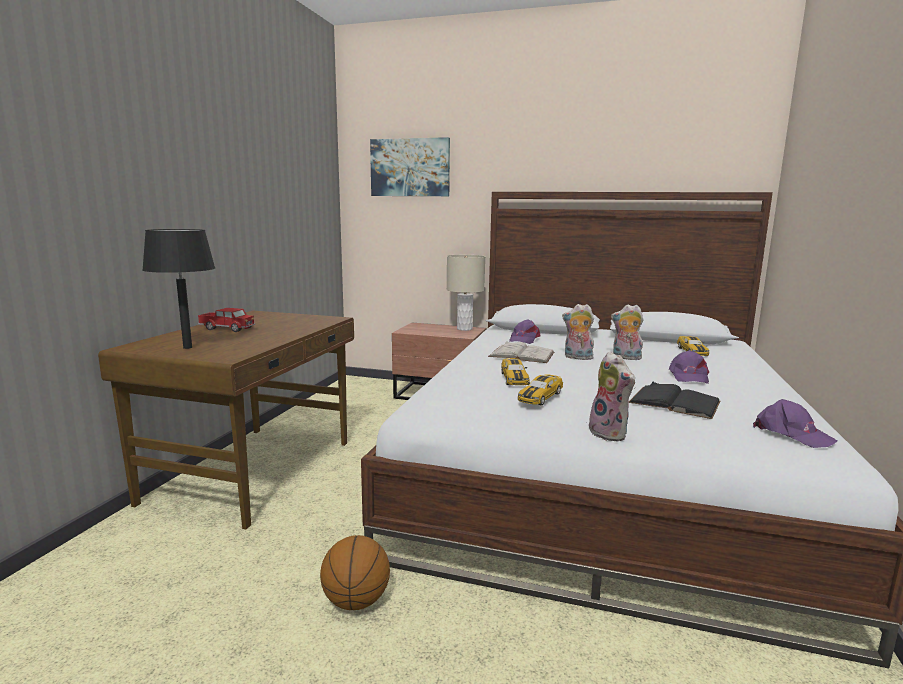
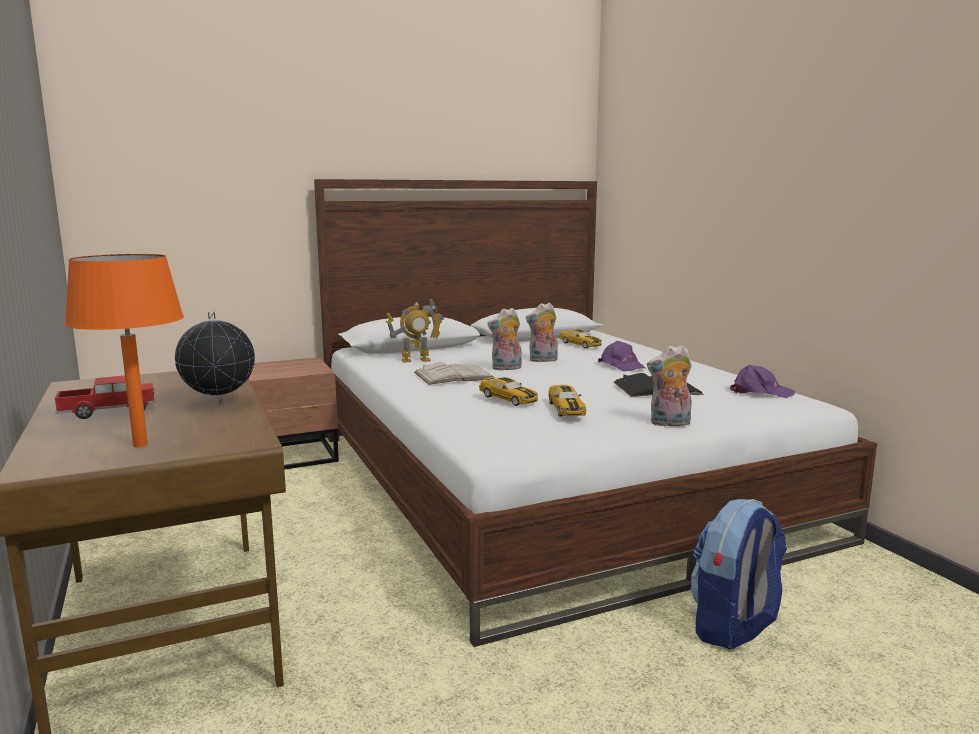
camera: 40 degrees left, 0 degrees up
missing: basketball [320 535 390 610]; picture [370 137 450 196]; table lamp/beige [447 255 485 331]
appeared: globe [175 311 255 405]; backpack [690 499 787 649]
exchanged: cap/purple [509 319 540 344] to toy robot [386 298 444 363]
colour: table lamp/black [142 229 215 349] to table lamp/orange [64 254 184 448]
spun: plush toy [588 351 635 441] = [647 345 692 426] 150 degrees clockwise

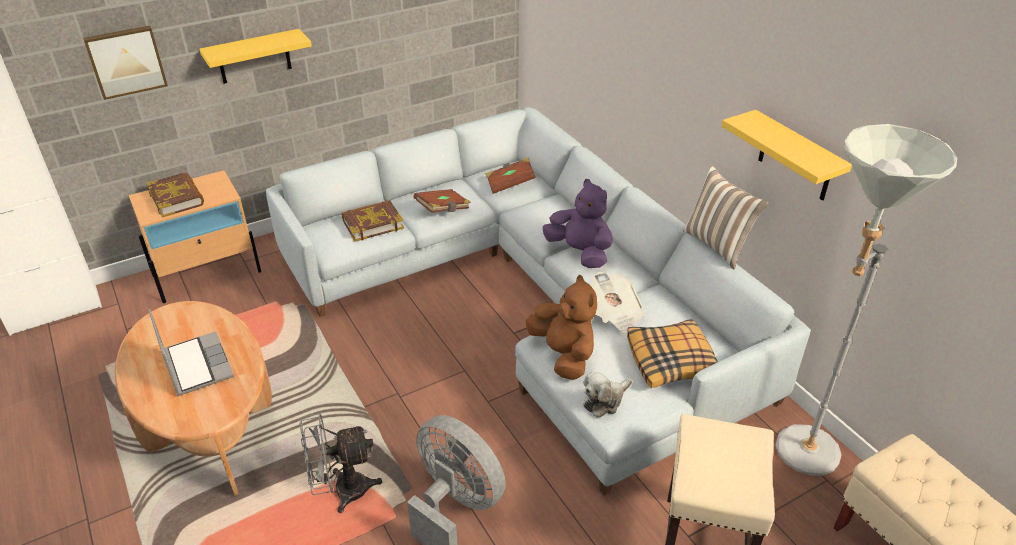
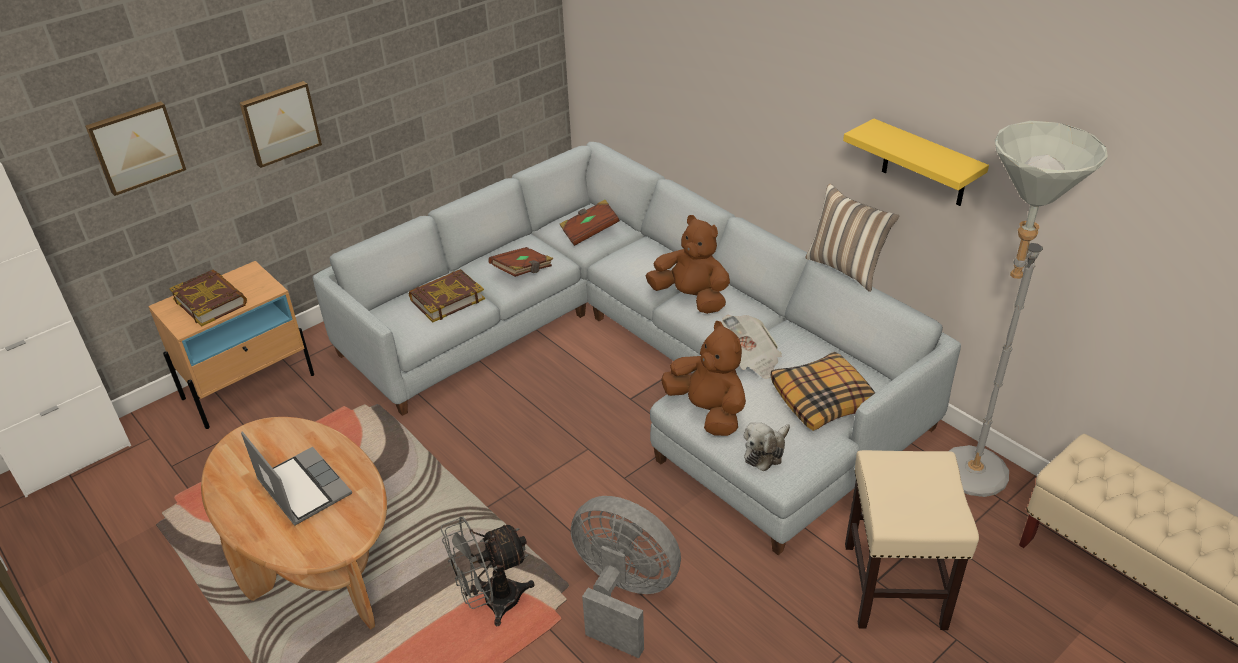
camera: 10 degrees left, 0 degrees up
exchanged: shelf/yellow [199 29 312 84] to picture [240 81 322 168]
colour: plush toy/purple [542 179 613 268] to plush toy/brown [645 215 730 314]

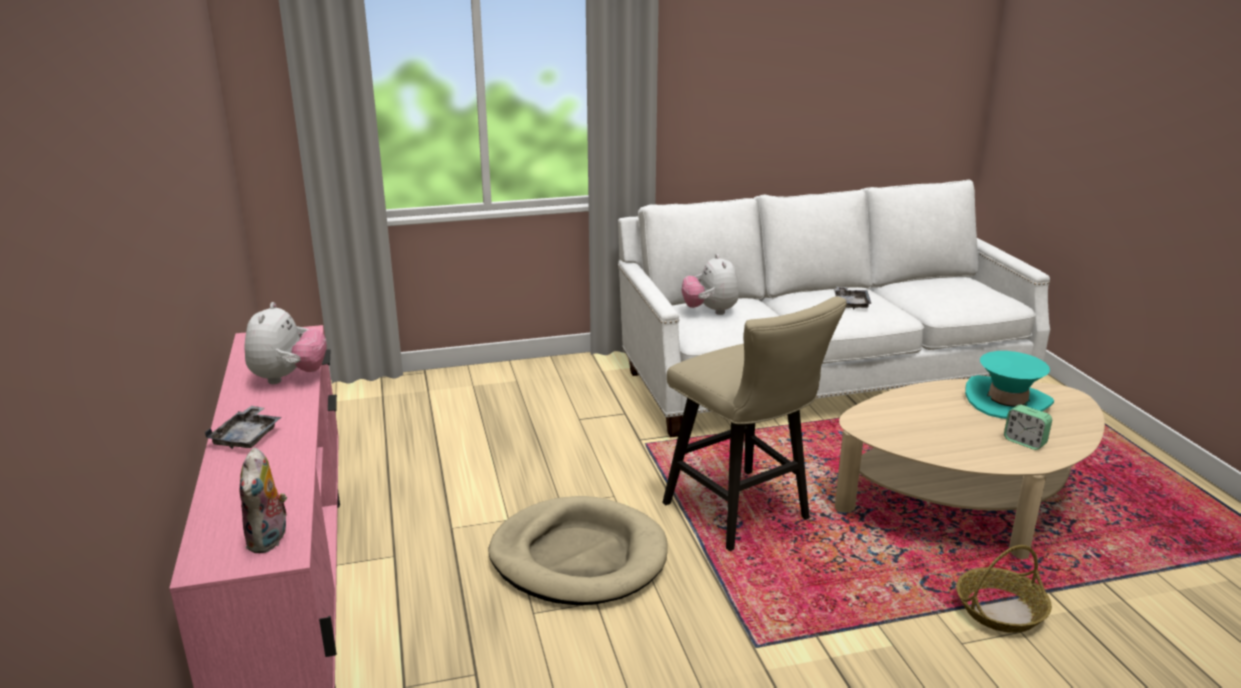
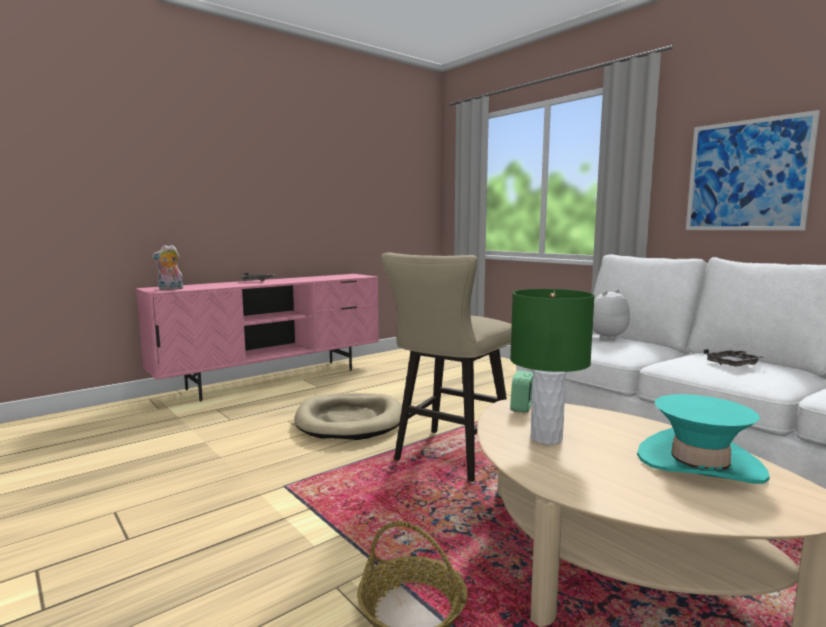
camera: 65 degrees right, 15 degrees down
missing: plush toy [244 302 327 384]
appeared: table lamp/green [510 289 595 445]; picture [686 110 820 231]
relocated: alarm clock [1004 405 1052 450] to [510 370 533 413]

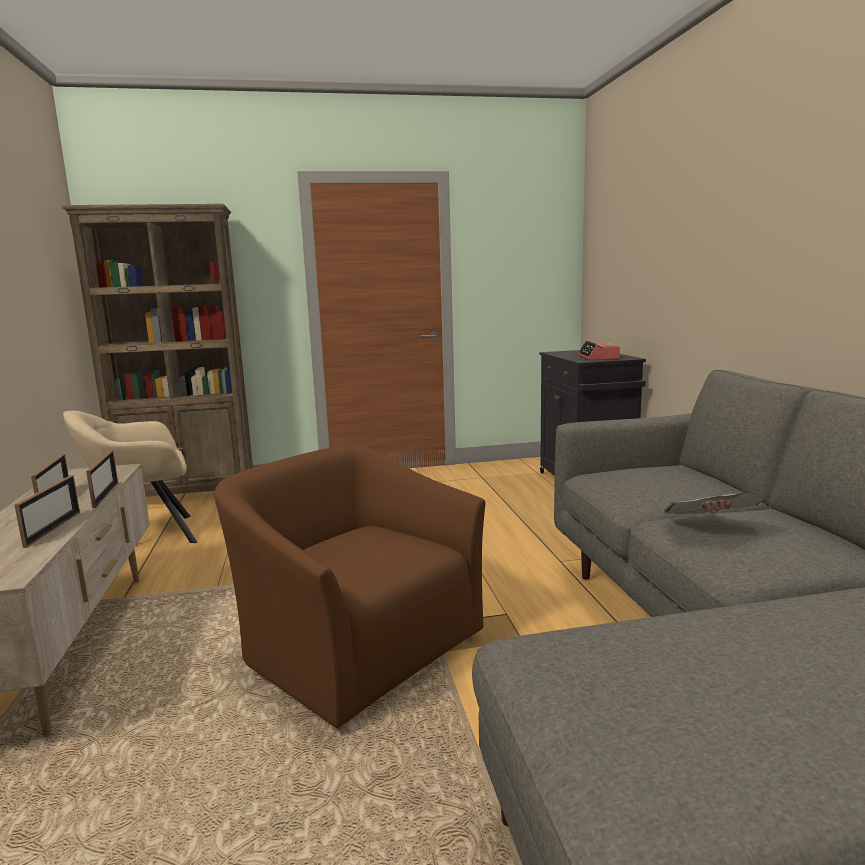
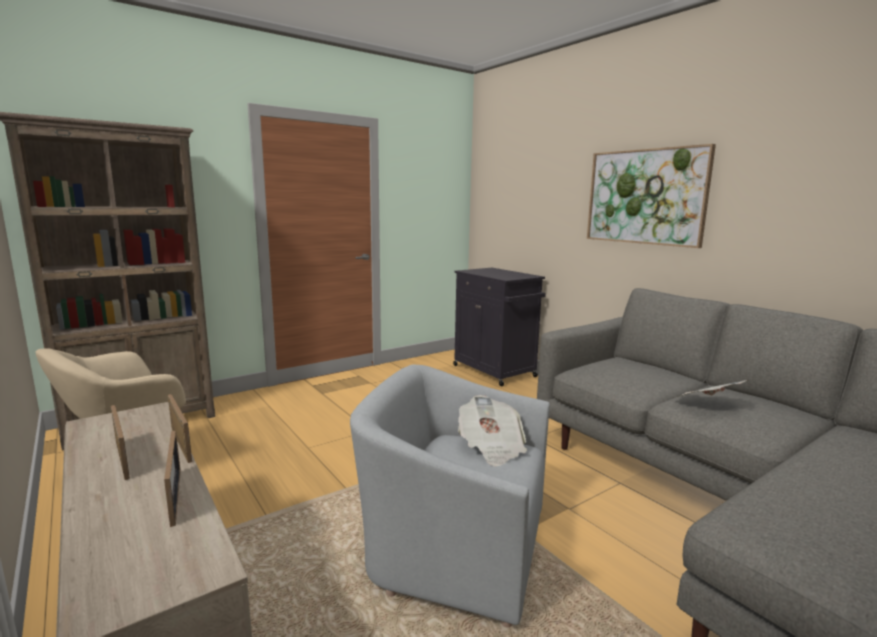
camera: 25 degrees left, 0 degrees up
missing: alarm clock [578 341 620 360]
appeared: newspaper [458 395 527 467]; picture [587 144 716 248]
colour: armchair/brown [214 444 485 731] to armchair/grey [350 364 550 628]

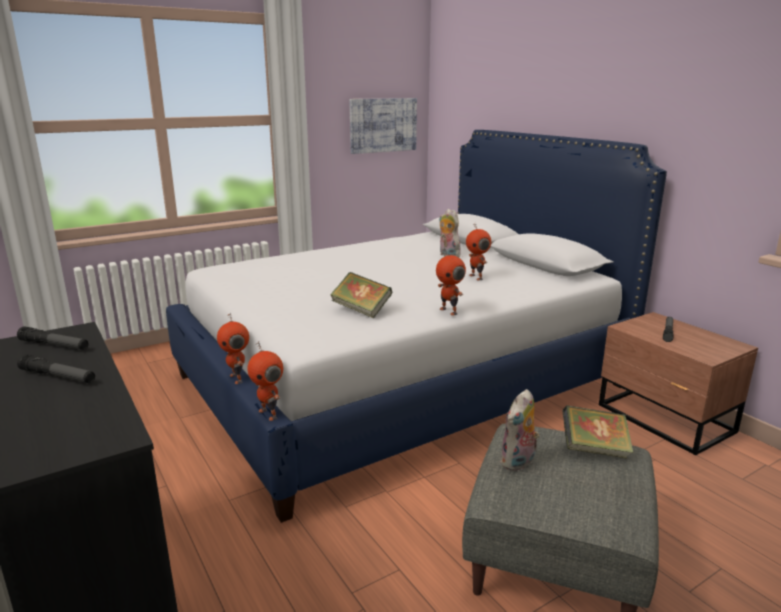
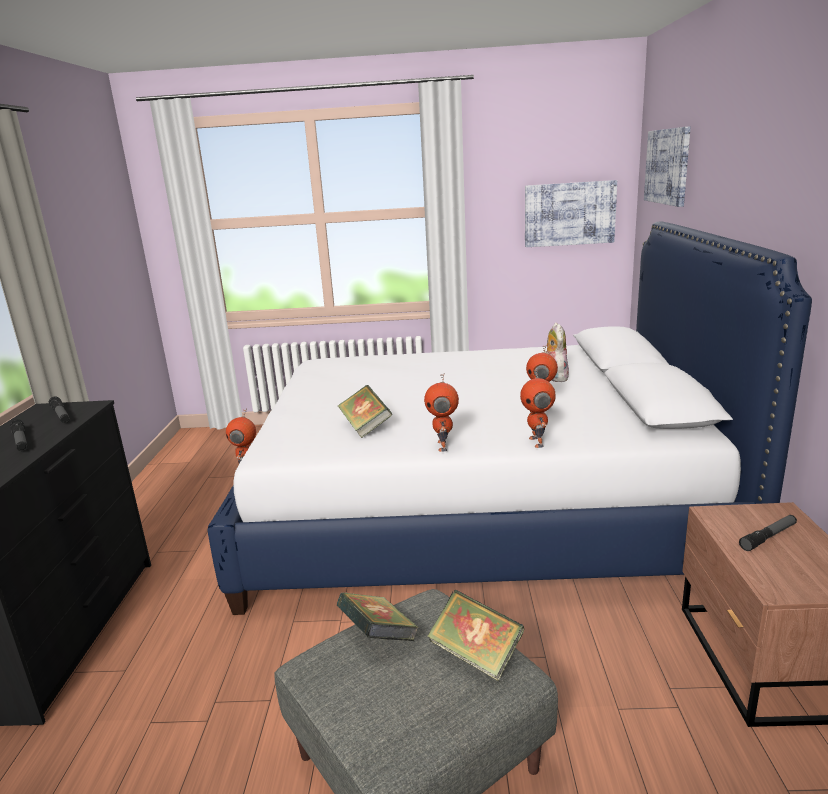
camera: 35 degrees right, 0 degrees up
appeared: picture [644 126 691 207]
relocated: toy robot [247 342 283 421] to [520 370 556 448]
exchanged: plush toy [500 389 540 471] to book [336 592 419 641]

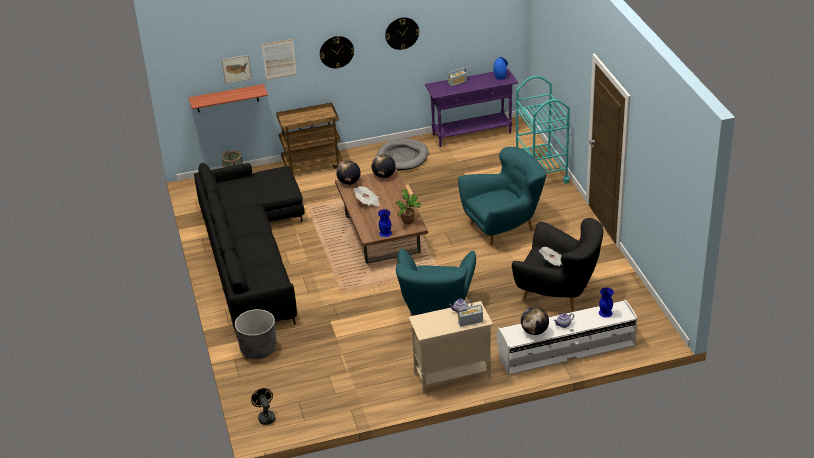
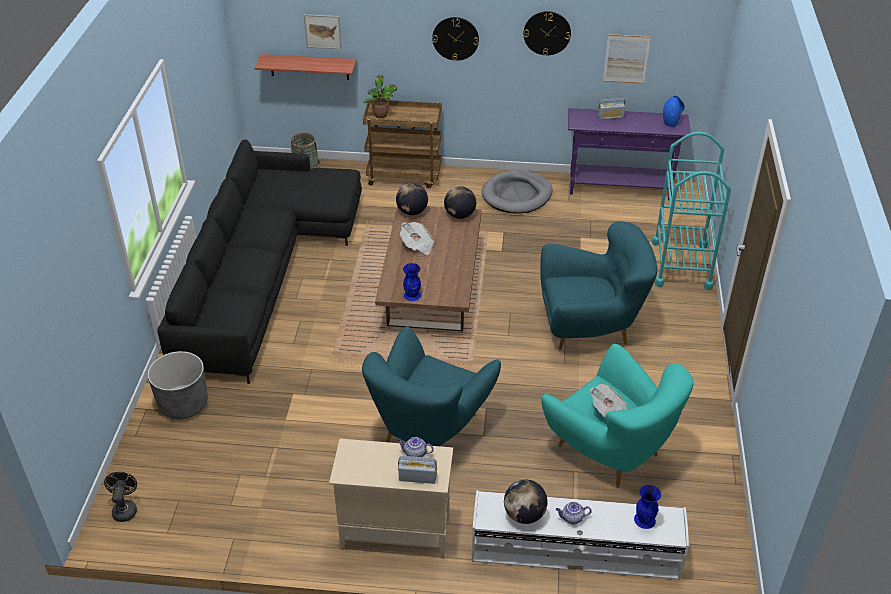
camera: 20 degrees right, 5 degrees up
relocated: potted plant [395 189 421 224] to [363 75 397 118]; picture [262 39 297 80] to [603 34 651 84]
colour: armchair/black [512 218 603 311] to armchair/turquoise [541 344 693 488]

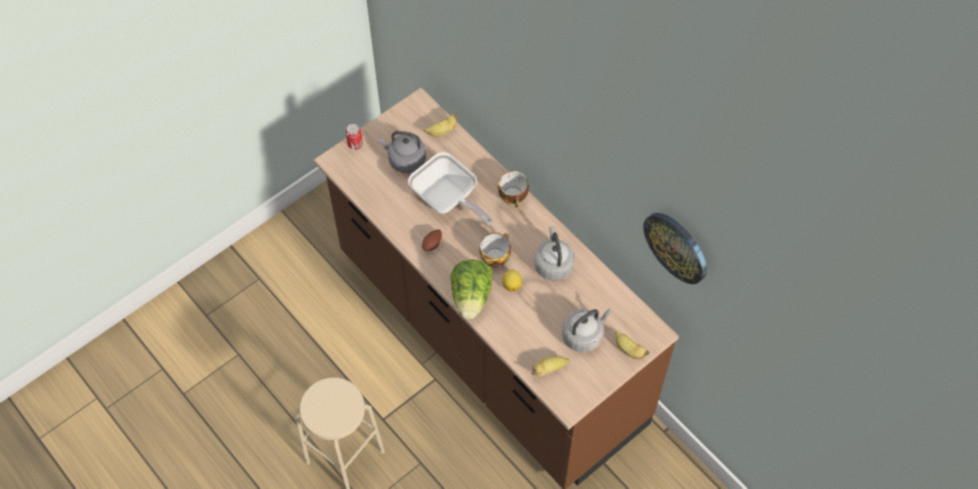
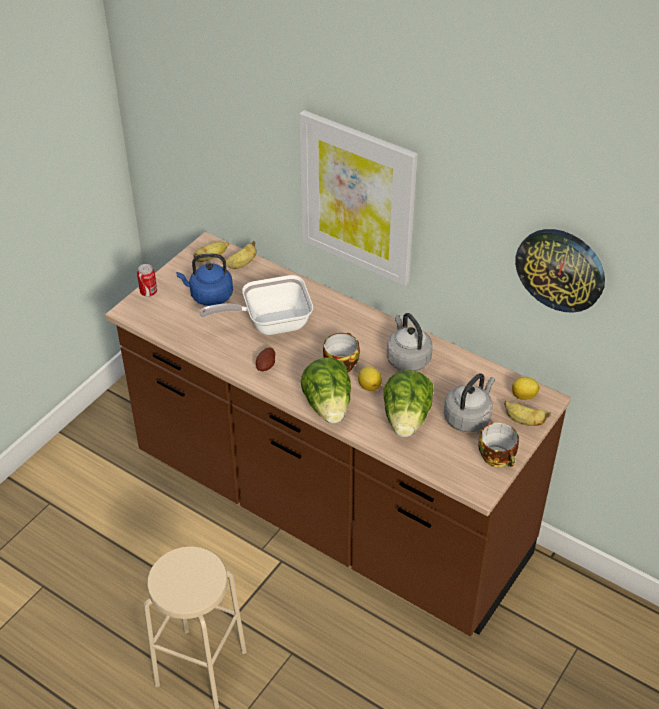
camera: 15 degrees left, 15 degrees down
appeared: picture [299 110 418 286]; lettuce [384 370 434 437]; lemon [512 377 540 400]
relocated: banana [531 356 570 376] to [193 242 229 262]; cup [498 171 529 208] to [478 423 519 467]
colour: kettle/grey [378 131 426 173] to kettle/blue [176 254 233 306]
spun: frying pan [408 152 493 226] = [199 275 313 335] 135 degrees clockwise

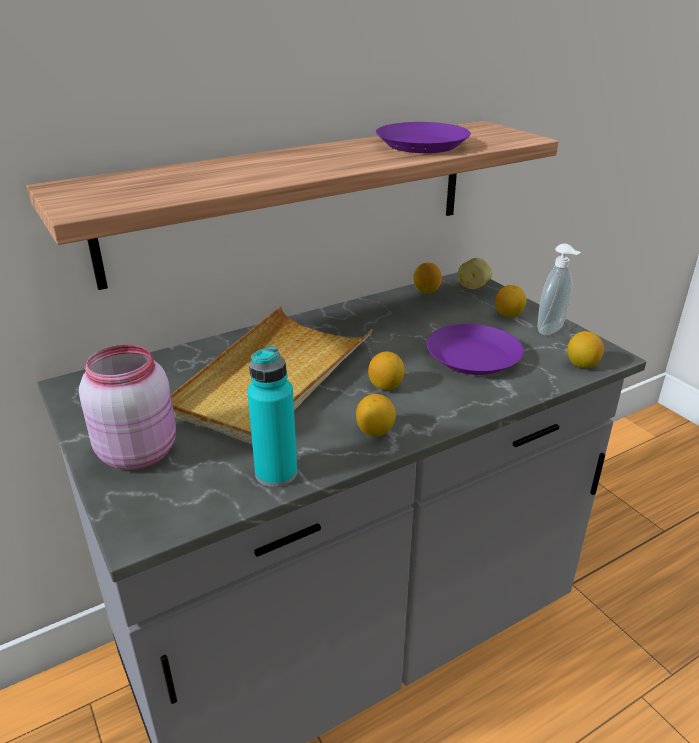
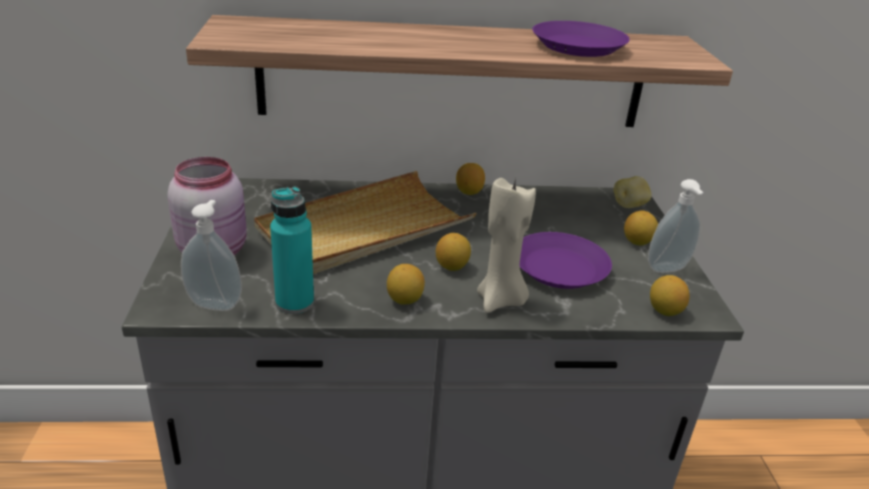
camera: 25 degrees right, 0 degrees up
appeared: soap dispenser [181 200 242 311]; candle/beige [477 177 536 313]
relocated: lemon [413 263 442 293] to [456 163 485 195]

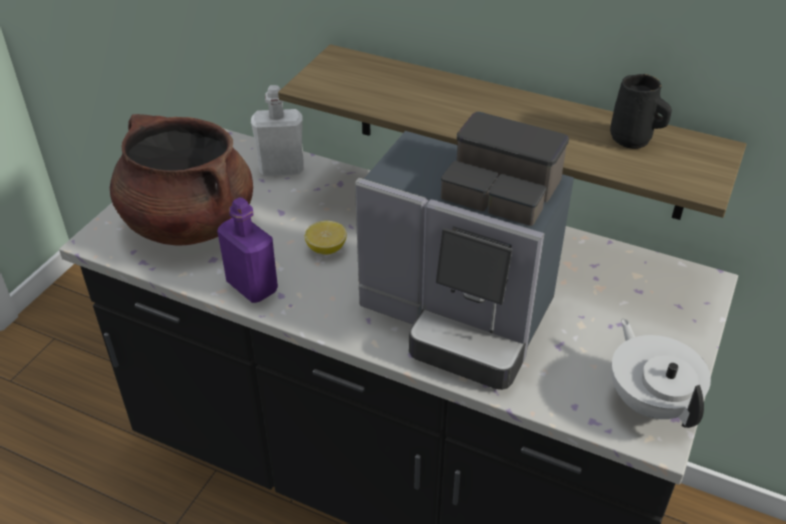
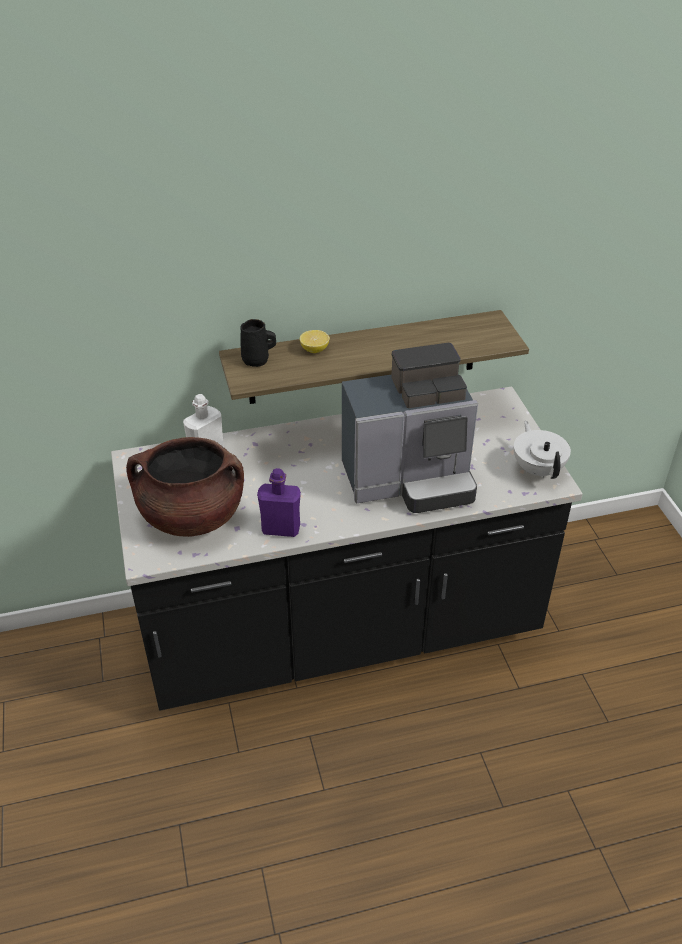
camera: 40 degrees left, 0 degrees up
relocated: mug/black [610 74 672 149] to [241 319 276 367]; lemon [305 221 347 255] to [300 330 330 353]
spun: teapot/white [611 319 711 428] = [514 421 571 479] 45 degrees clockwise

